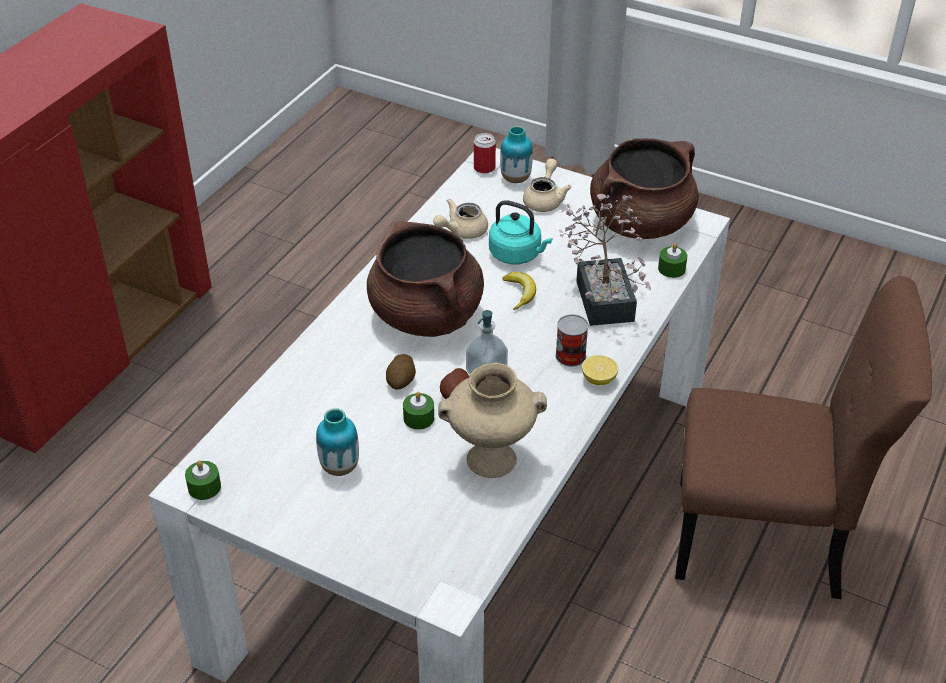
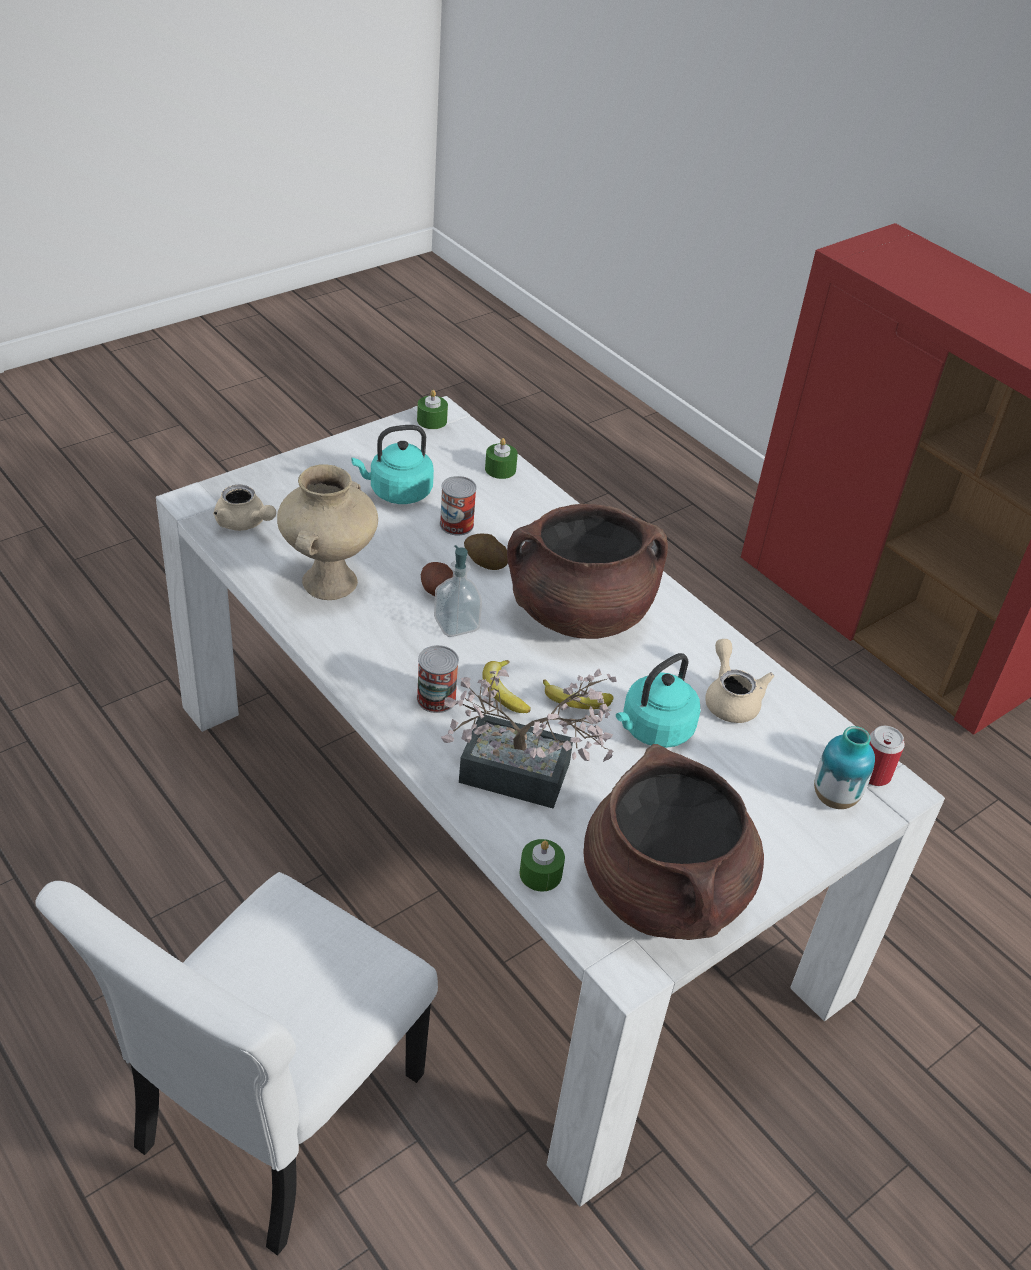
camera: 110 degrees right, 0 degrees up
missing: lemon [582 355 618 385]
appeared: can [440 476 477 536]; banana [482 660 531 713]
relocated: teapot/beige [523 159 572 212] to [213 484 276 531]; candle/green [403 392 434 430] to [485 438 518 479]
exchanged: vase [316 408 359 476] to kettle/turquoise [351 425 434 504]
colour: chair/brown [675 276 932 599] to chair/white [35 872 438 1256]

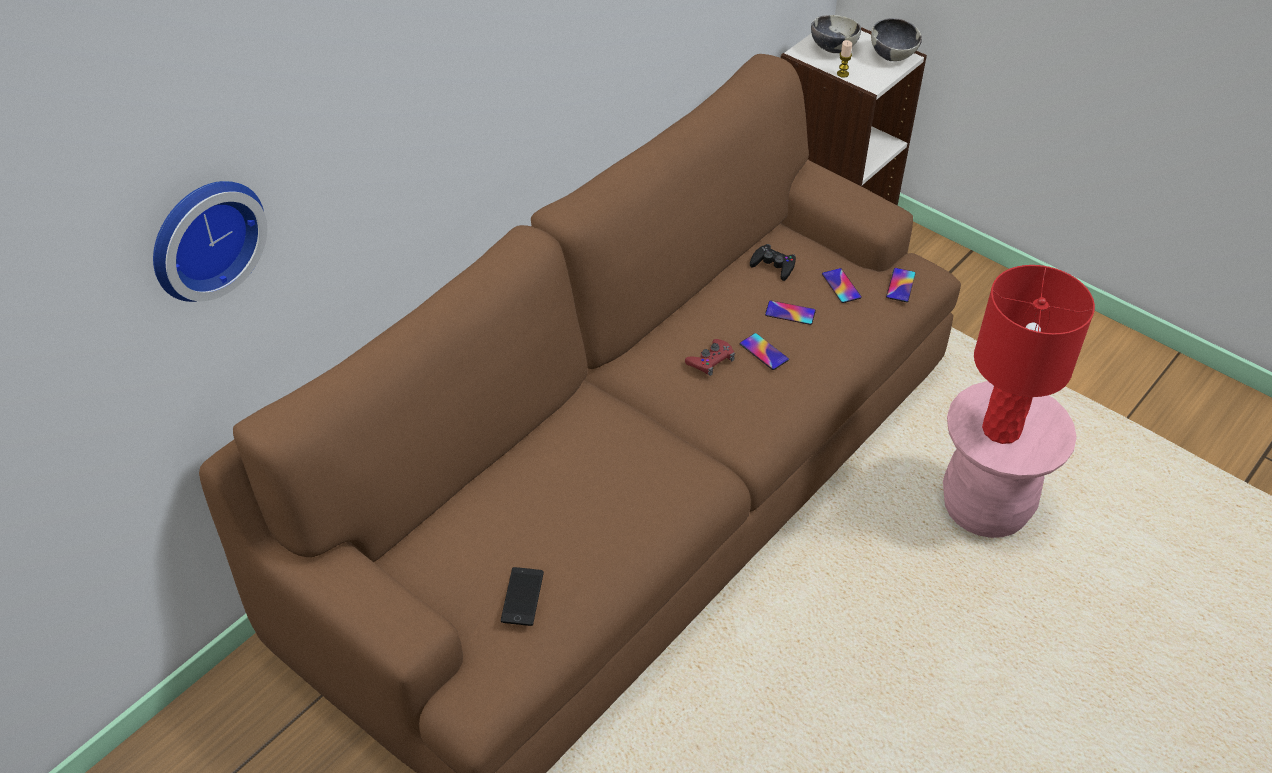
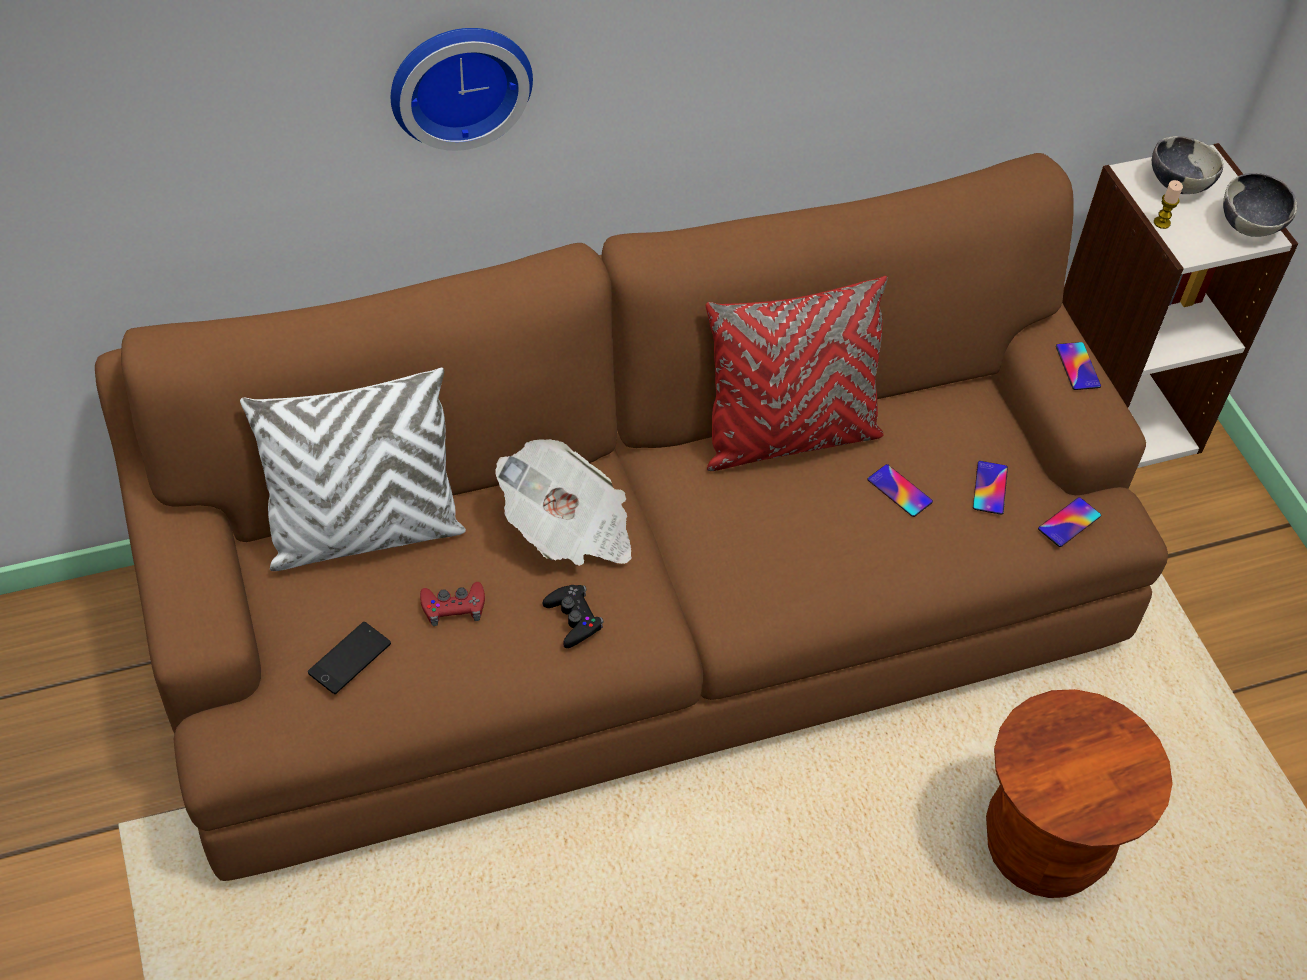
camera: 30 degrees right, 5 degrees up
missing: table lamp/red [974 265 1095 444]
appeared: pillow/white [240 368 466 571]; newspaper [495 439 632 566]; pillow/red [706 276 888 471]
relocated: wall clock [153 181 267 302] to [391 28 533 151]; game controller/red [685 339 735 376] to [420 582 485 626]; game controller/black [750 244 796 281] to [543 585 603 648]; phone [740 333 789 370] to [1056 342 1101 390]
colour: stool/pink [943 381 1077 538] to stool/brown [986 689 1173 898]

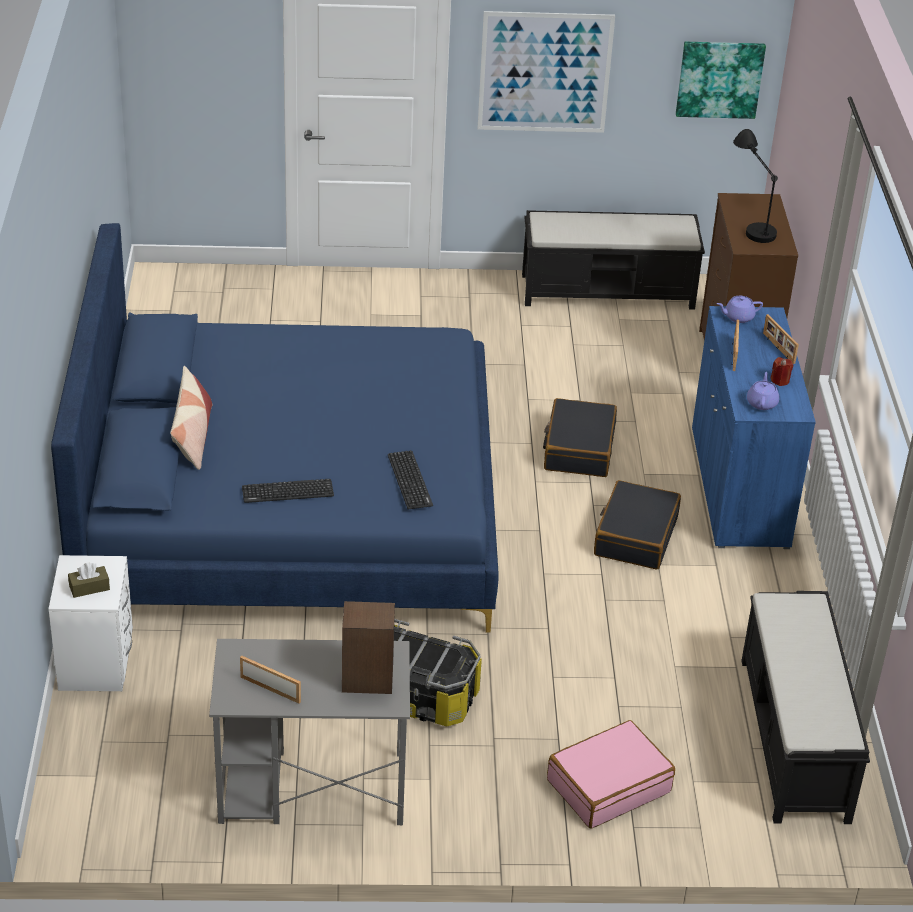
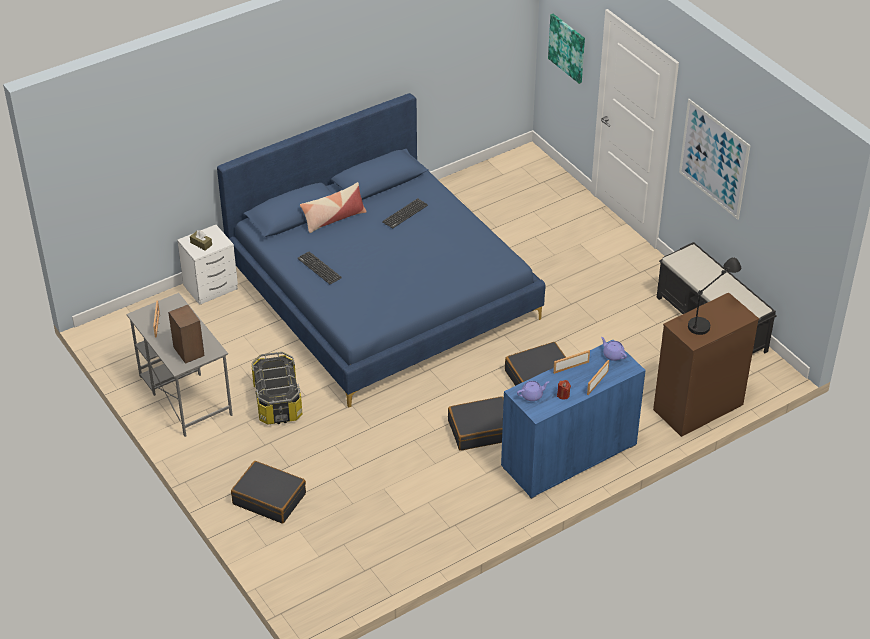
camera: 60 degrees right, 5 degrees up
missing: bench/black [742 591 870 824]
relocated: keyboard [388 450 433 509] to [382 198 428 229]; picture [676 42 766 119] to [548 14 585 84]
colour: suitcase/pink [547 720 675 829] to suitcase/black [231 461 306 524]

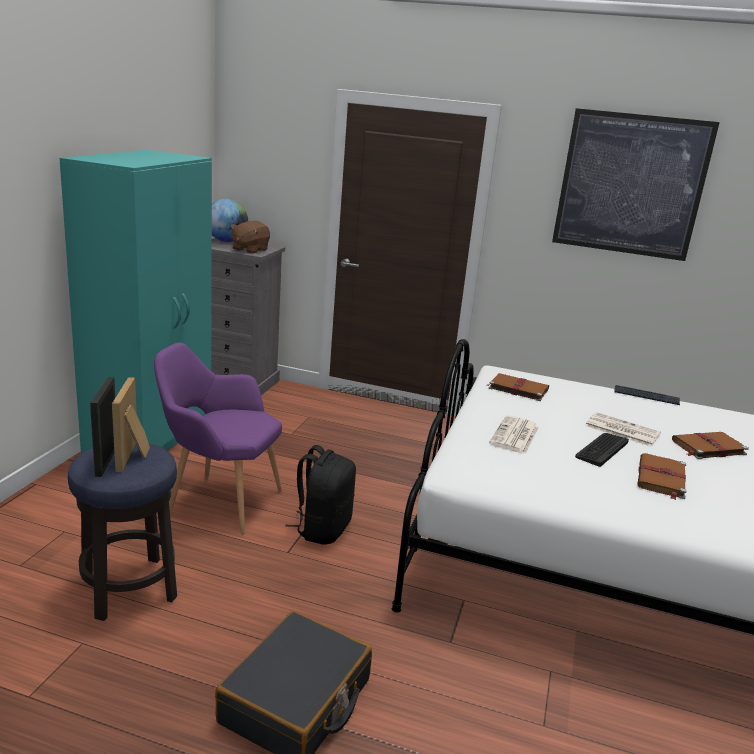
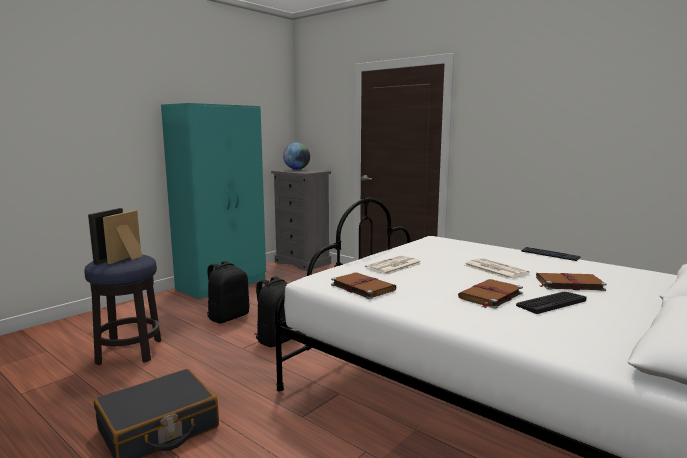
camera: 25 degrees right, 10 degrees down
missing: plush toy/brown [231 221 270 254]; picture [552 108 720 261]
relocated: book/brown [487 373 549 401] to [331 272 397 299]; keyboard [575 433 629 467] to [516 292 587 314]
exchanged: armchair/purple [154 343 282 534] to backpack/black [207 261 249 323]

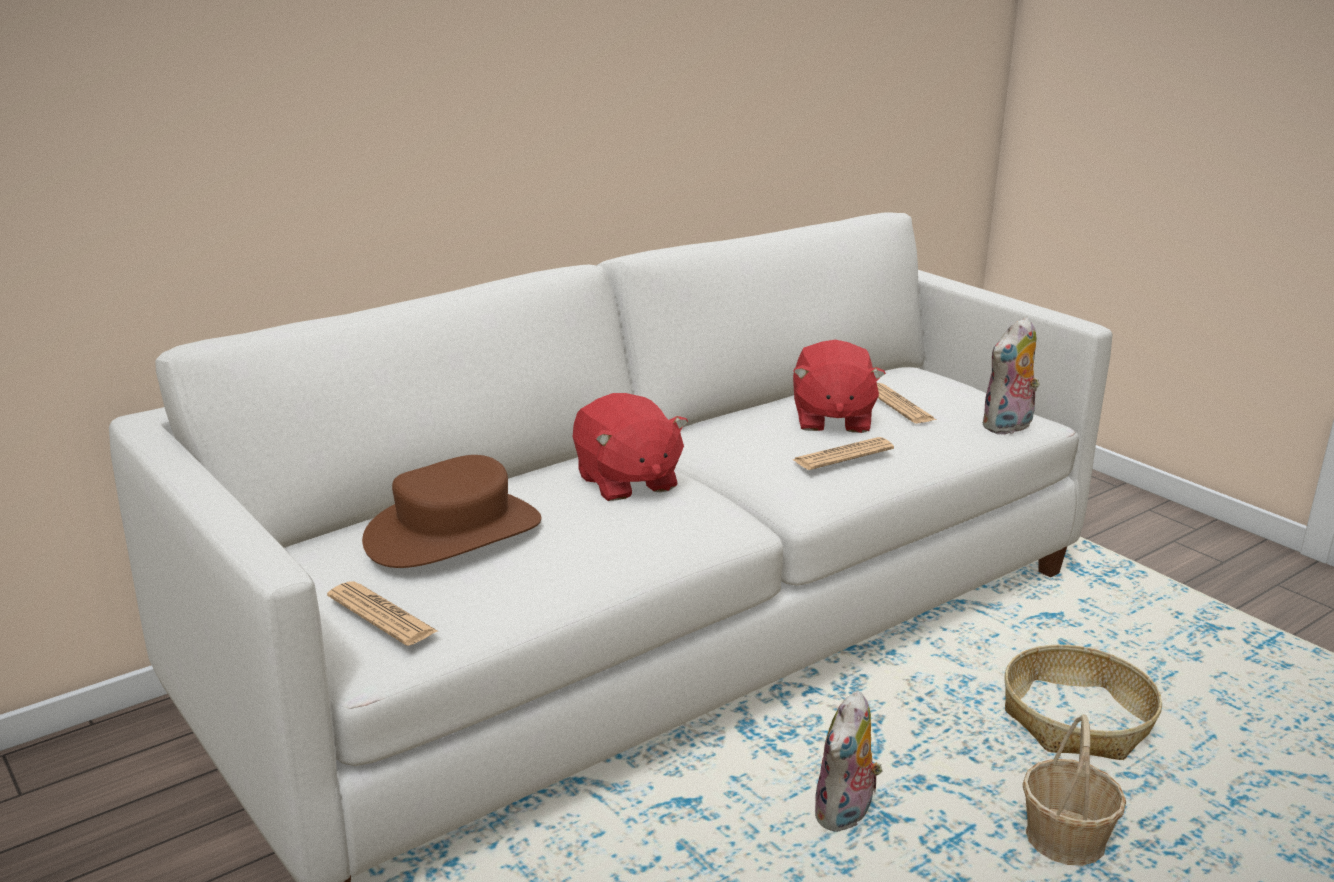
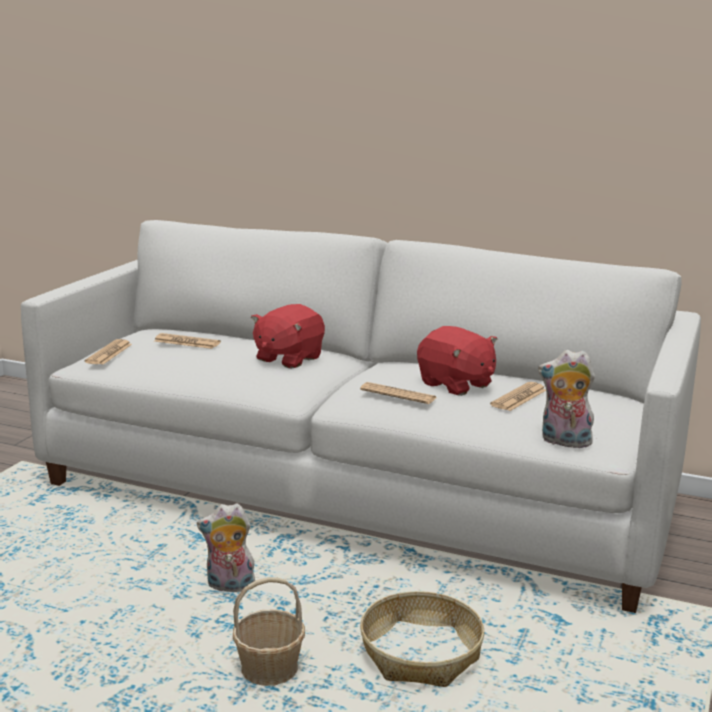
camera: 60 degrees right, 5 degrees down
exchanged: hat/brown [362 455 541 568] to newspaper [154 333 221 349]
spun: plush toy/red [793 340 886 433] = [417 326 497 396] 105 degrees counterclockwise

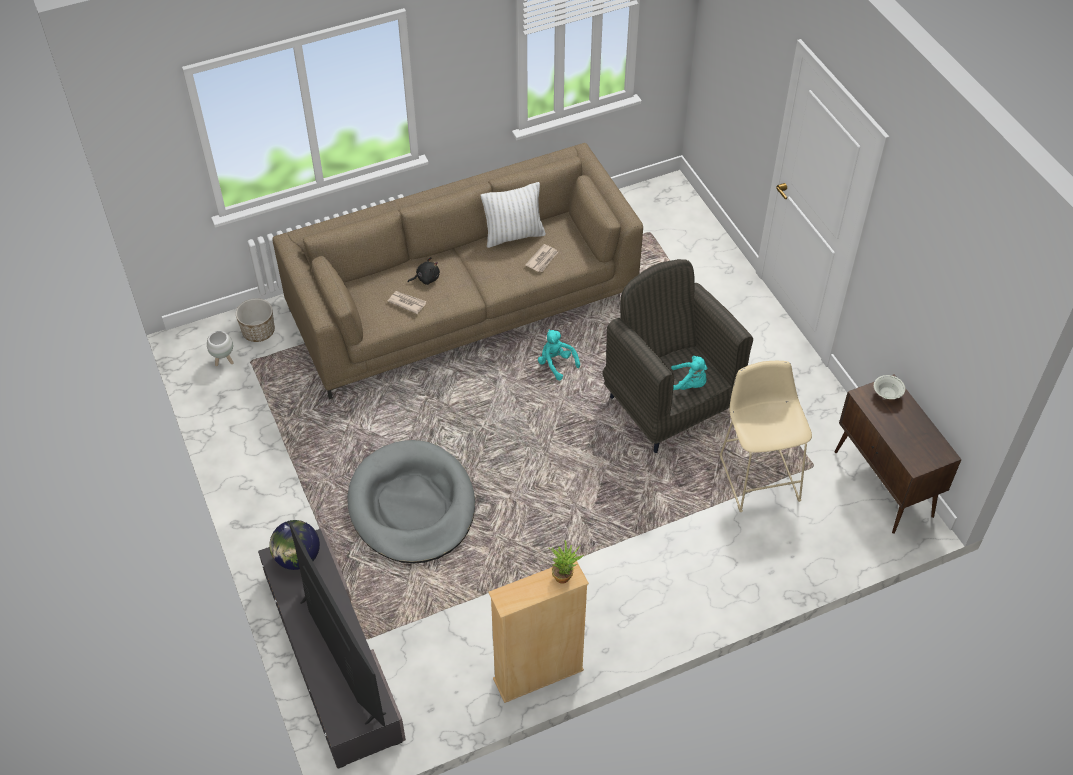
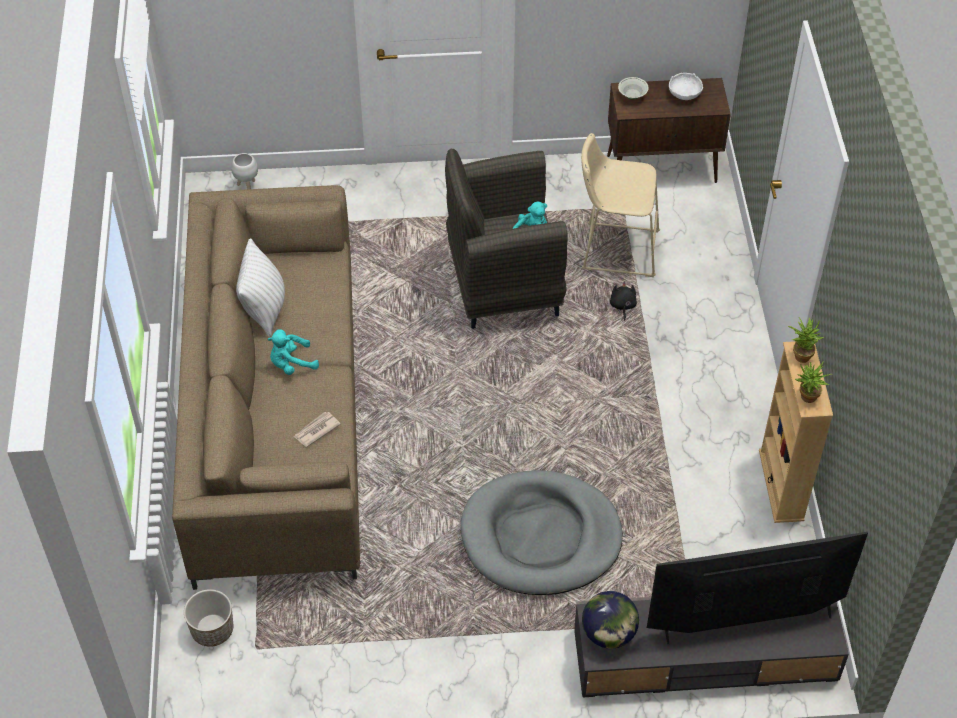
camera: 70 degrees left, 0 degrees up
missing: newspaper [525 244 558 272]
appeared: bowl/white [669 73 703 100]; potted plant [795 361 832 403]
relocated: planter/white [207 331 233 366] to [231 153 258 189]; plush toy/turquoise [538 330 580 380] to [268 329 319 375]; plush toy/black [408 257 440 285] to [610 282 637 321]

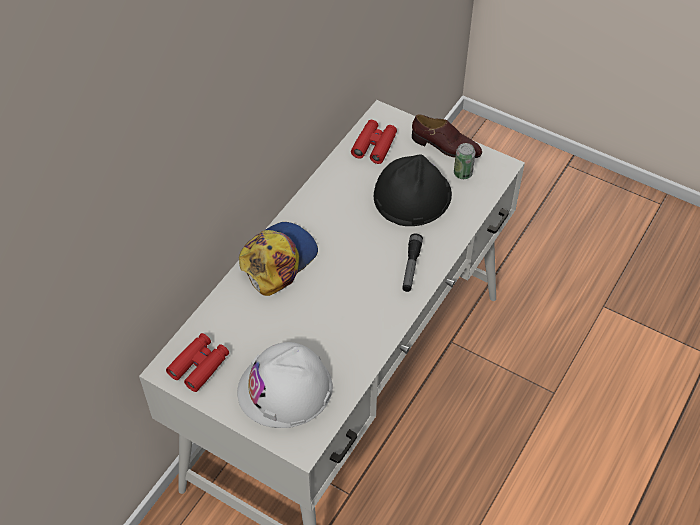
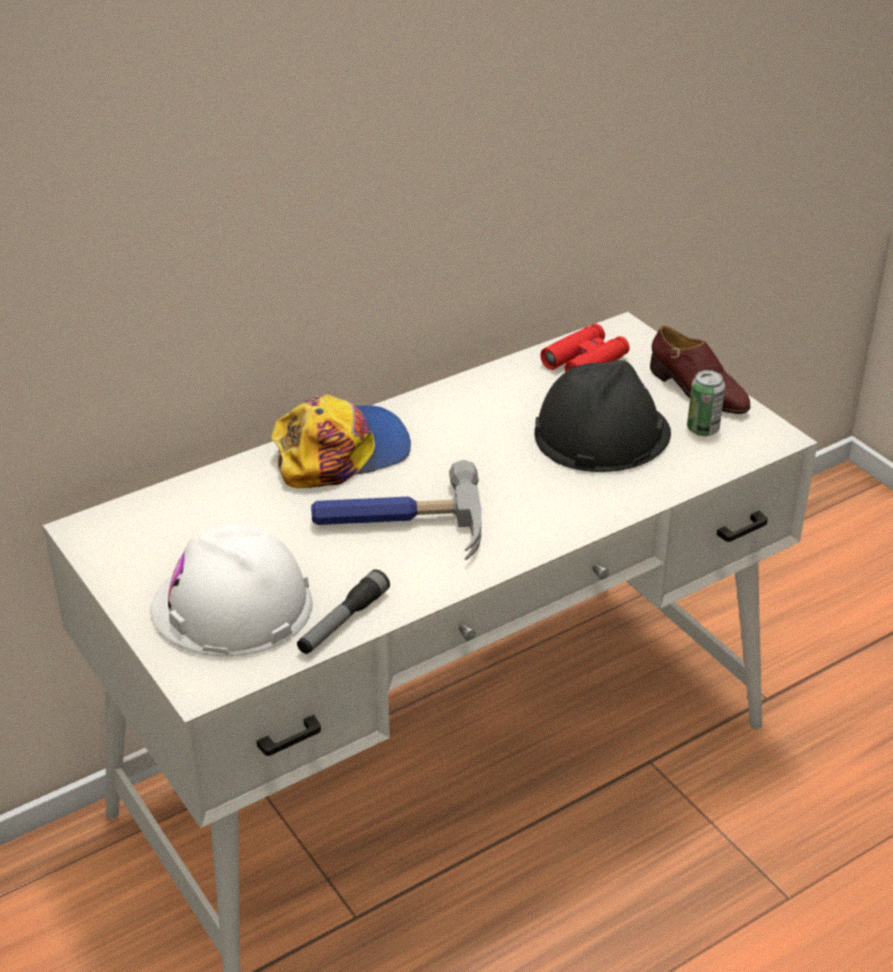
camera: 25 degrees right, 15 degrees down
missing: binoculars/red [166 333 229 392]
appeared: hammer [311 460 481 560]
relocated: flashlight [402 234 423 292] to [297 569 390 654]

